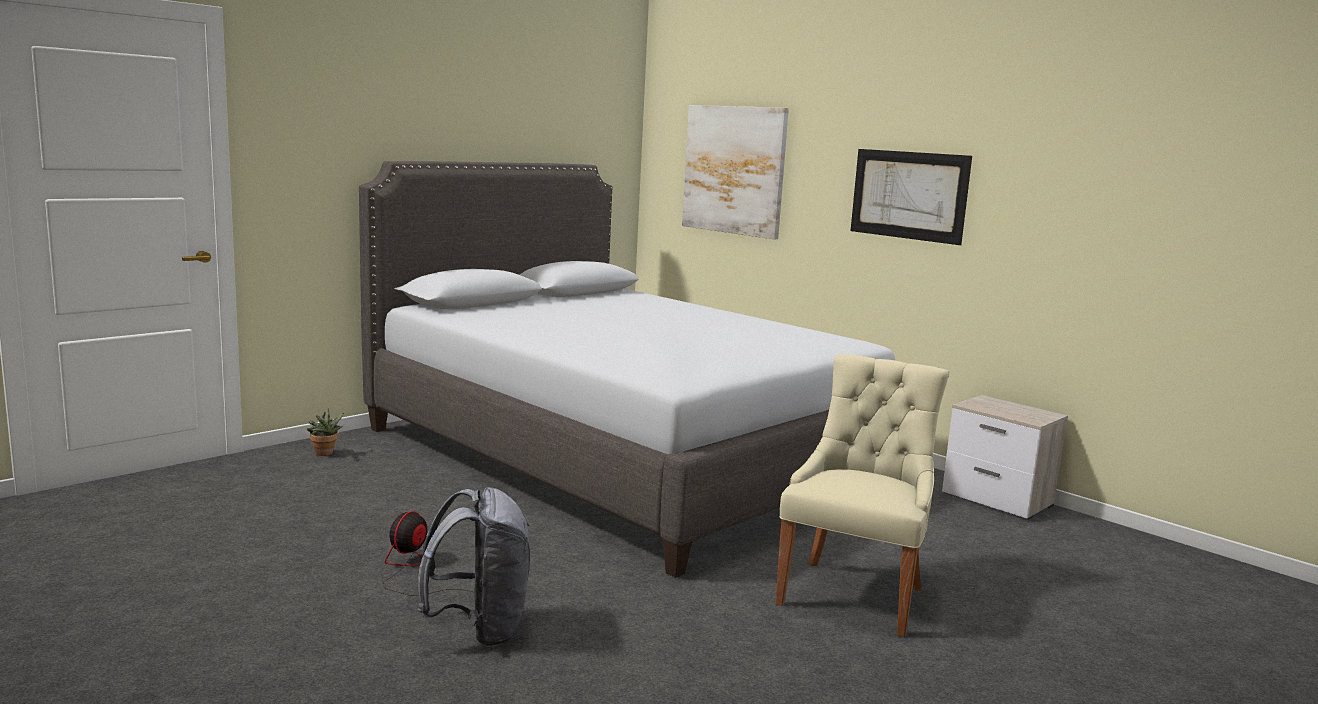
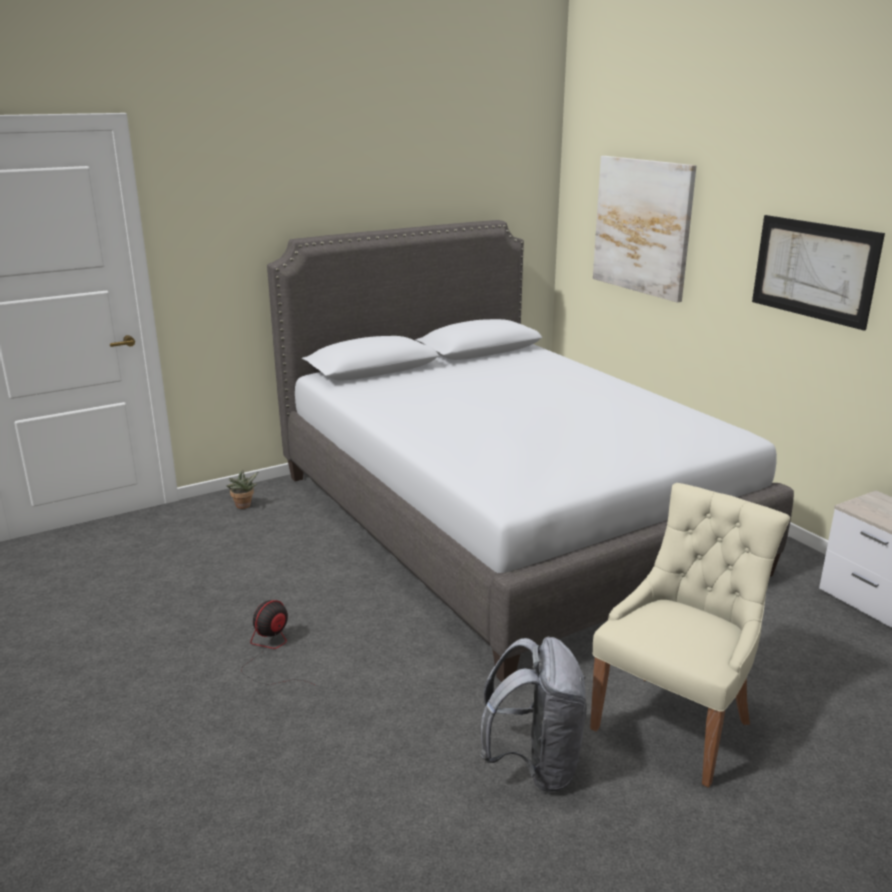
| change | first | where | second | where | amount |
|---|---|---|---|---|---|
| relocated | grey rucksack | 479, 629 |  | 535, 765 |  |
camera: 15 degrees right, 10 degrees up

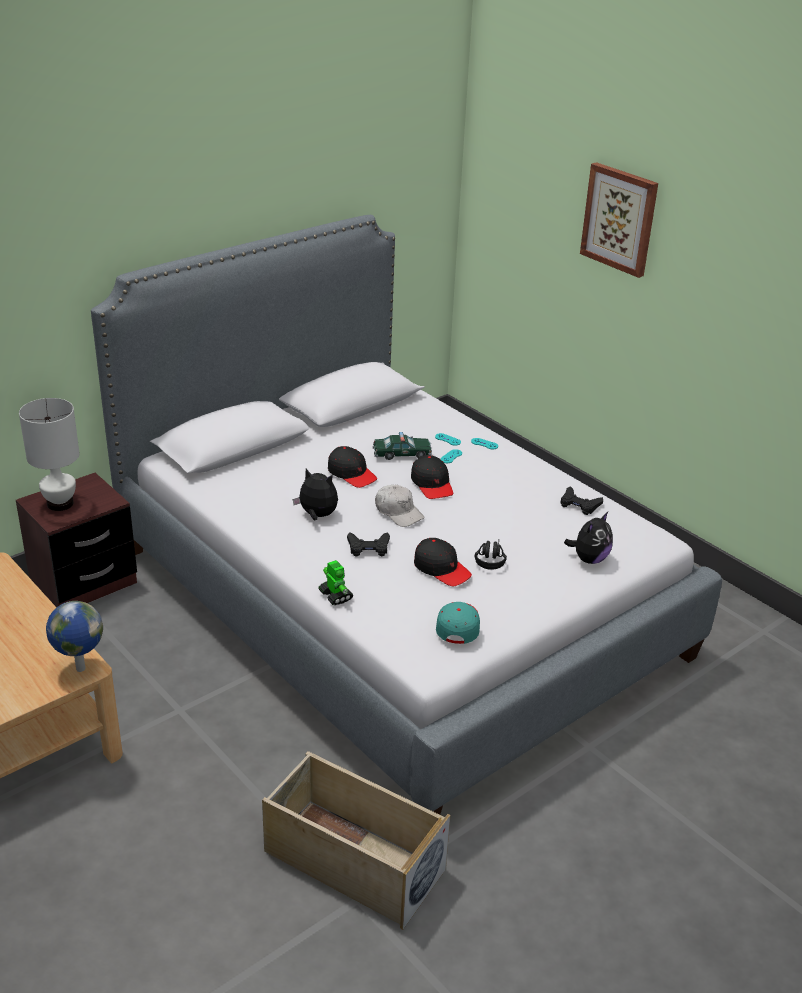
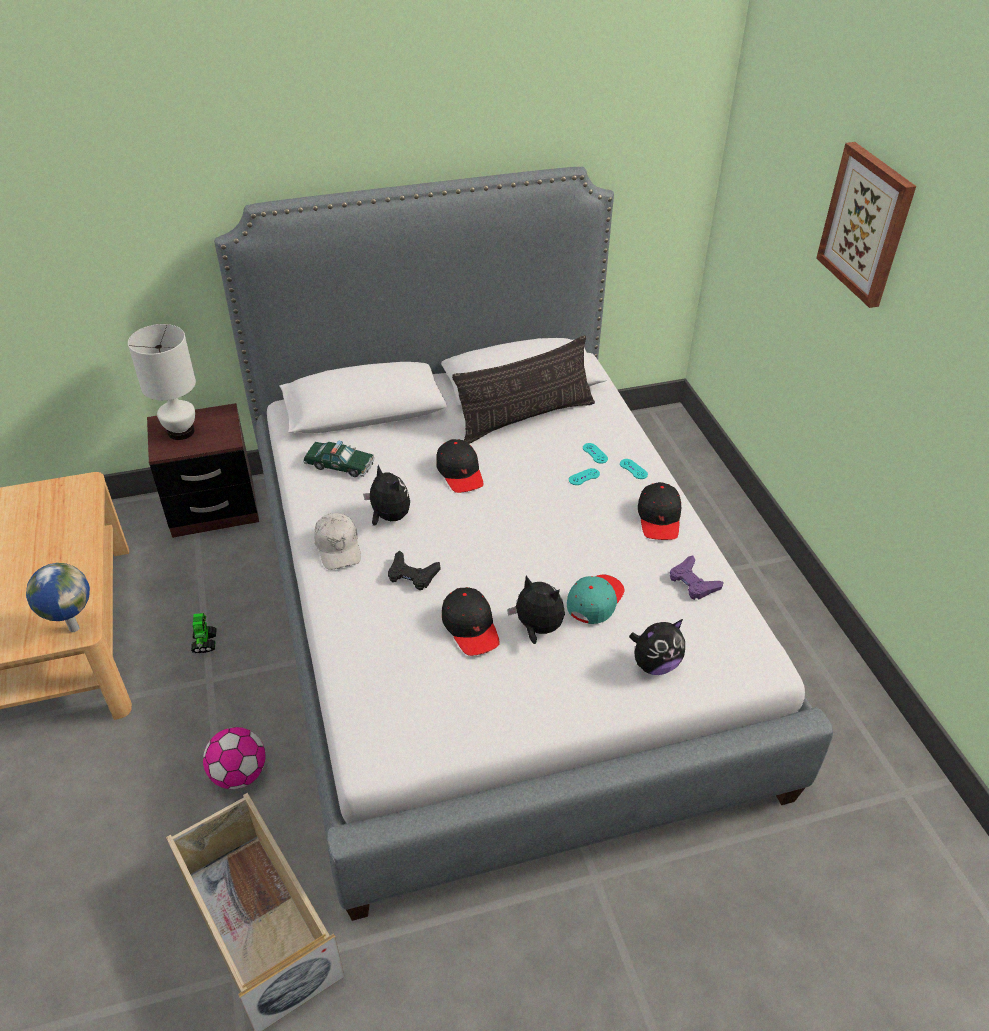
| change | first | where | second | where | amount |
|---|---|---|---|---|---|
| relocated | model robot | 335, 595 |  | 205, 642 |  |
| appeared |  |  | football | 239, 774 |  |
| relocated | toy car | 402, 454 |  | 339, 465 |  |
| relocated | whitish peaked cap | 398, 512 |  | 338, 547 |  |
| appeared |  |  | pillow | 525, 418 |  |
| exchanged | blackish headset | 490, 559 | plush toy | 537, 628 |  |
| relocated | turquoise-coloured peaked cap | 458, 625 |  | 595, 601 |  |
| relocated | blackish peaked cap | 432, 484 |  | 659, 518 |  |
| colour | blackish gamepad | 579, 504 | purplish gamepad | 693, 582 |  |
camera: 25 degrees right, 10 degrees up

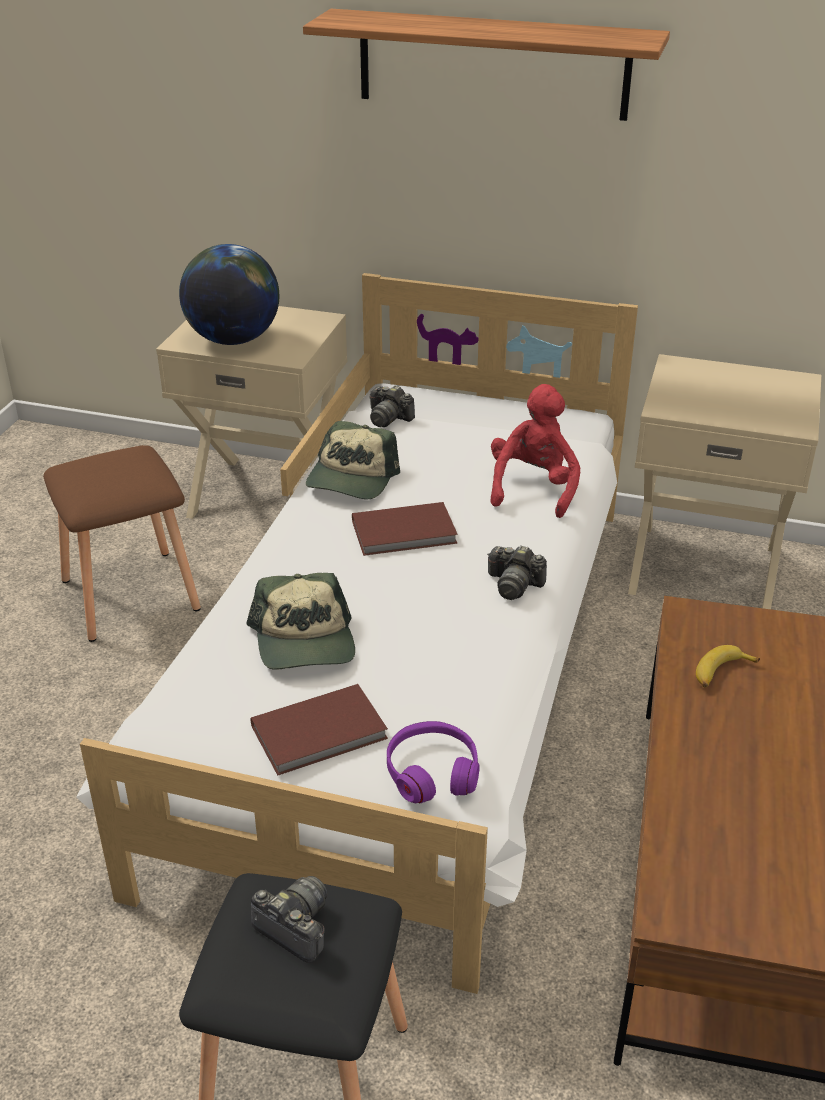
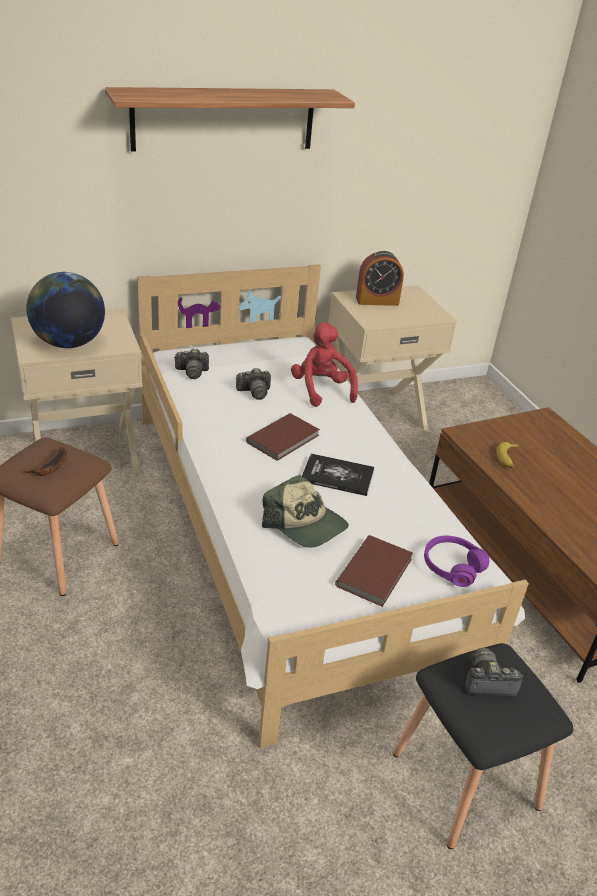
| change | first | where | second | where | amount |
|---|---|---|---|---|---|
| appeared |  |  | whole banana | 50, 468 |  |
| relocated | still camera | 514, 585 |  | 254, 392 |  |
| appeared |  |  | bound book | 337, 476 |  |
| appeared |  |  | bedside clock | 377, 301 |  |
| missing | peaked cap | 351, 479 |  |  |  |
camera: 40 degrees left, 0 degrees up

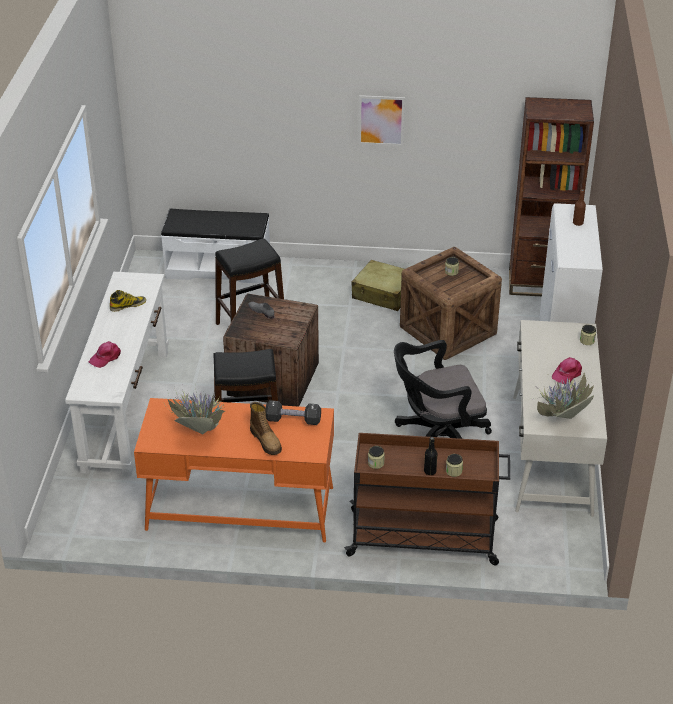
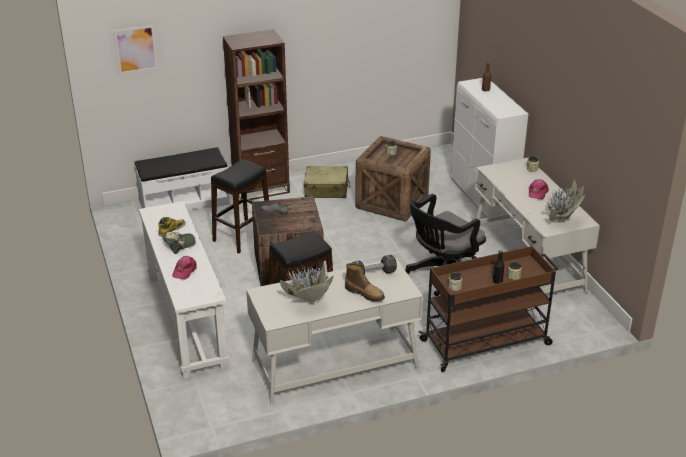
| change | first | where | second | where | amount |
|---|---|---|---|---|---|
| relocated | picture | 381, 120 |  | 136, 49 |  |
| appeared |  |  | peaked cap | 178, 244 |  |
| relocated | brown-coloured shelving unit | 539, 284 |  | 261, 188 |  |
| colour | orangey desk unit | 240, 508 | whitish desk unit | 334, 364 |  |
camera: 25 degrees left, 5 degrees down

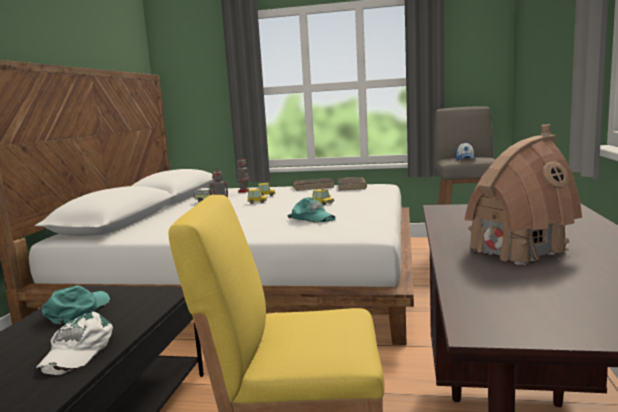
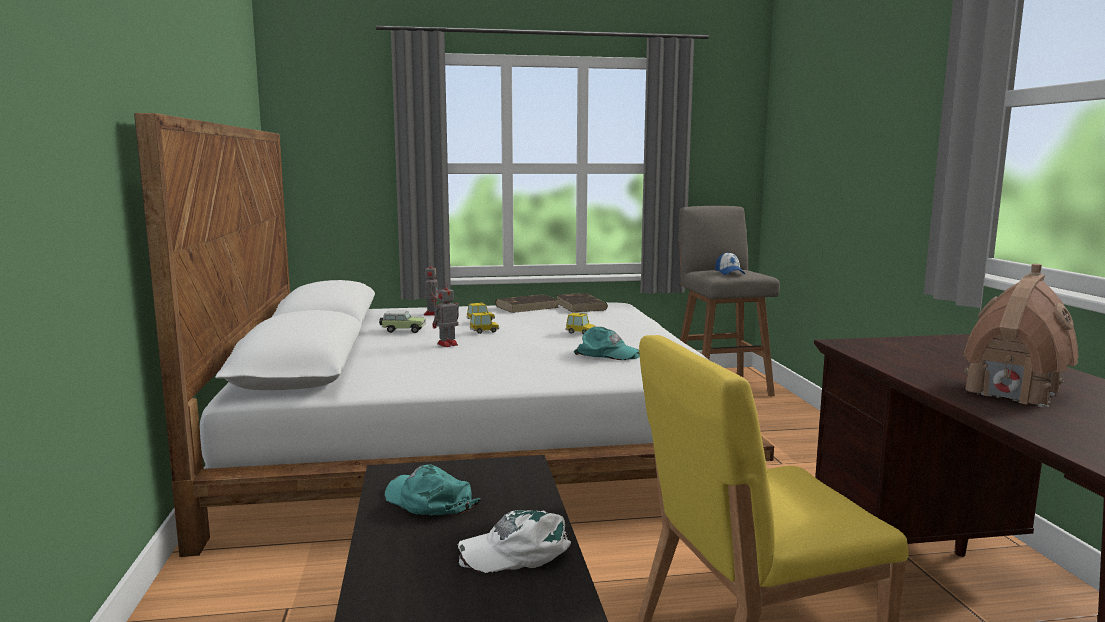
| change | first | where | second | where | amount |
|---|---|---|---|---|---|
| spun | turquoise-coloured peaked cap | 78, 311 |  | 429, 500 | 45 degrees counterclockwise |
| spun | whitish peaked cap | 76, 351 |  | 517, 551 | 90 degrees clockwise |
camera: 20 degrees left, 0 degrees up

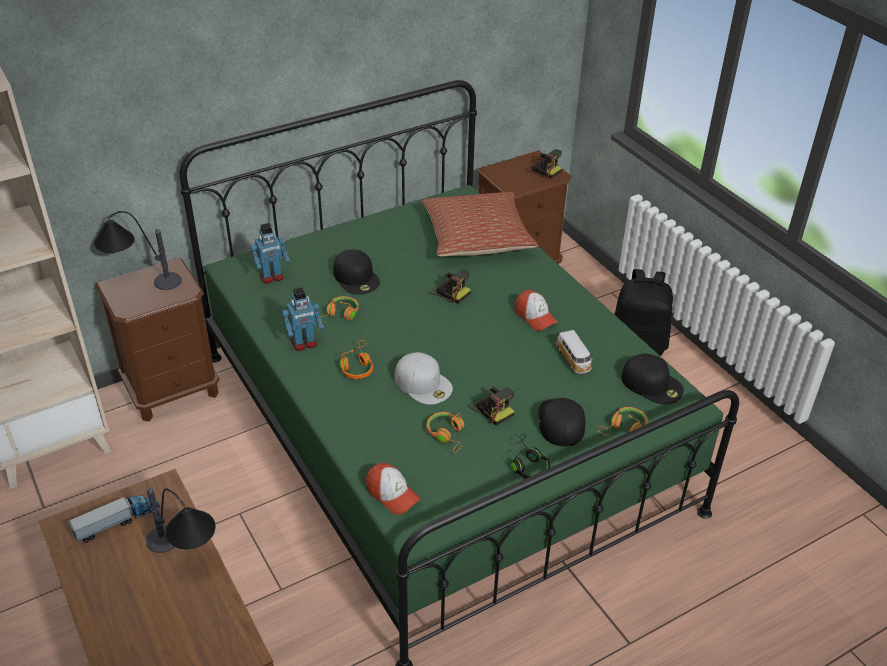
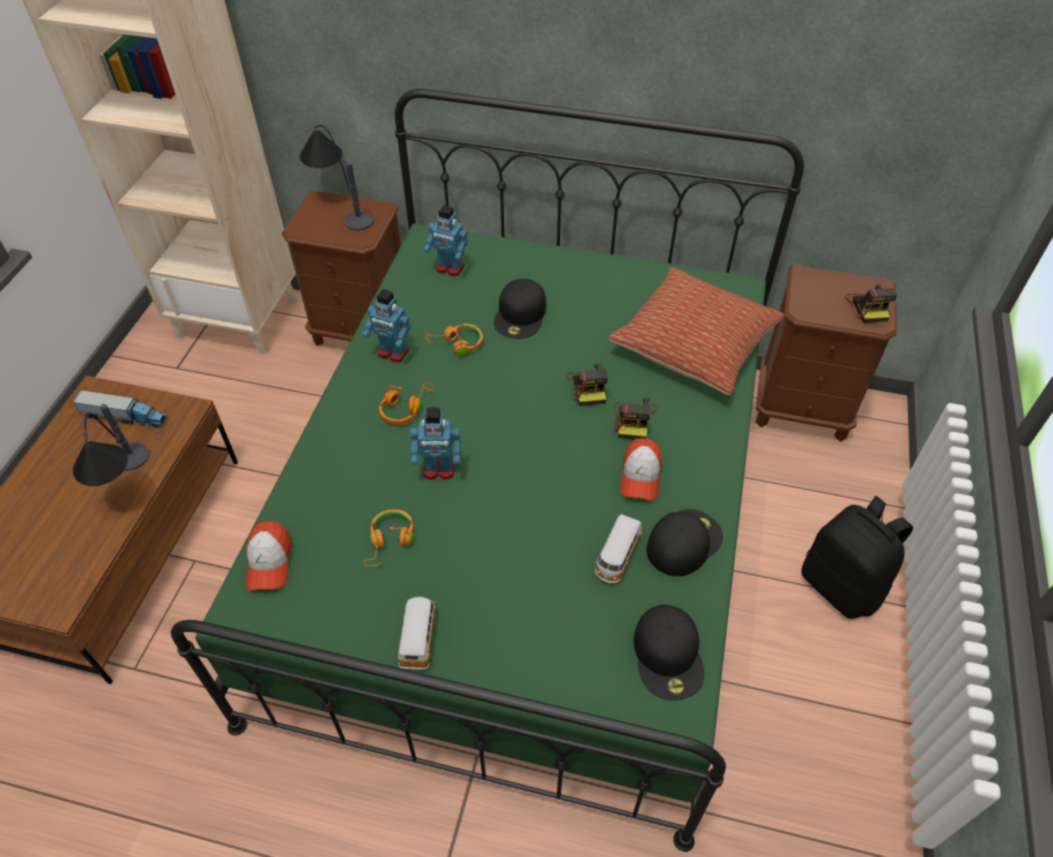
| change | first | where | second | where | amount |
|---|---|---|---|---|---|
| exchanged | blackish headset | 528, 464 | toy car | 418, 637 |  |
| exchanged | whitish peaked cap | 424, 383 | model robot | 439, 469 |  |
| relocated | still camera | 491, 408 |  | 633, 420 |  |
| relocated | blackish peaked cap | 560, 421 |  | 683, 541 |  |
| missing | orangey headset | 624, 428 |  |  |  |
camera: 45 degrees right, 10 degrees up

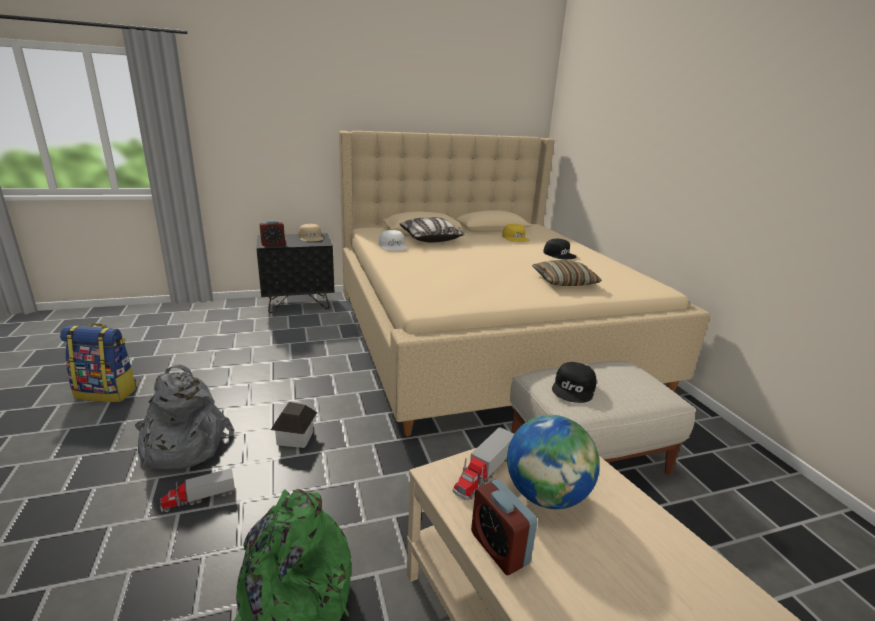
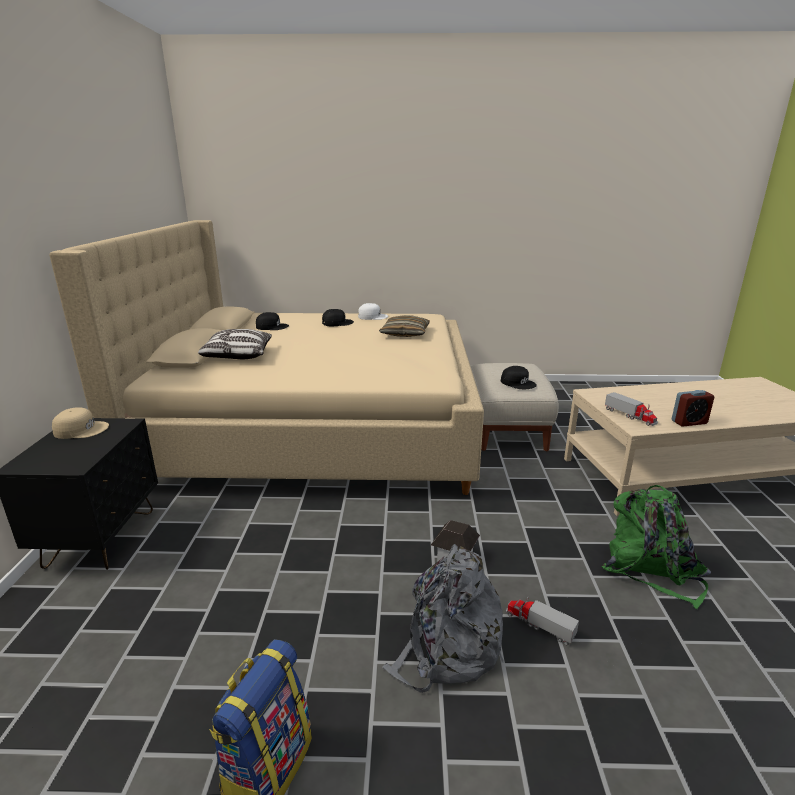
| change | first | where | second | where | amount |
|---|---|---|---|---|---|
| colour | yellowish peaked cap | 515, 238 | blackish peaked cap | 272, 326 |  |
| relocated | whitish peaked cap | 393, 246 |  | 372, 316 |  |
| spun | toy lorry | 199, 498 |  | 539, 625 | 135 degrees clockwise |
| missing | bedside clock | 273, 244 |  |  |  |
| missing | globe | 546, 495 |  |  |  |
camera: 70 degrees left, 0 degrees up

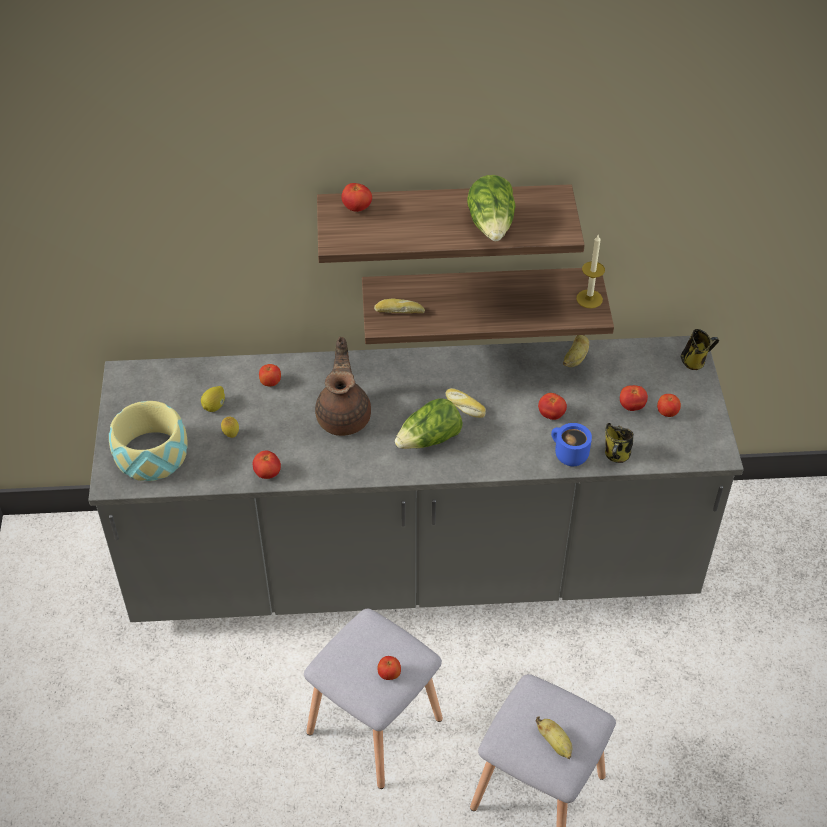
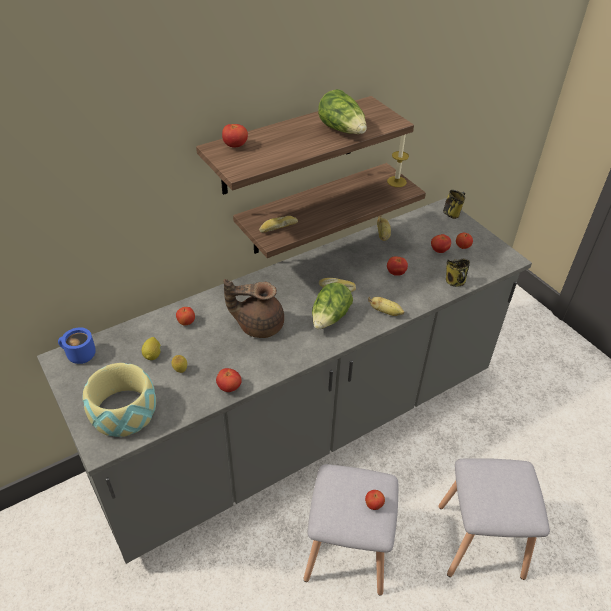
| change | first | where | second | where | amount |
|---|---|---|---|---|---|
| relocated | bluish tea mug | 568, 455 |  | 79, 356 |  |
| spun | brown-coloured tea pot | 344, 416 |  | 258, 325 | 60 degrees counterclockwise |
| relocated | whole banana | 555, 743 |  | 386, 312 |  |
camera: 30 degrees left, 5 degrees down

